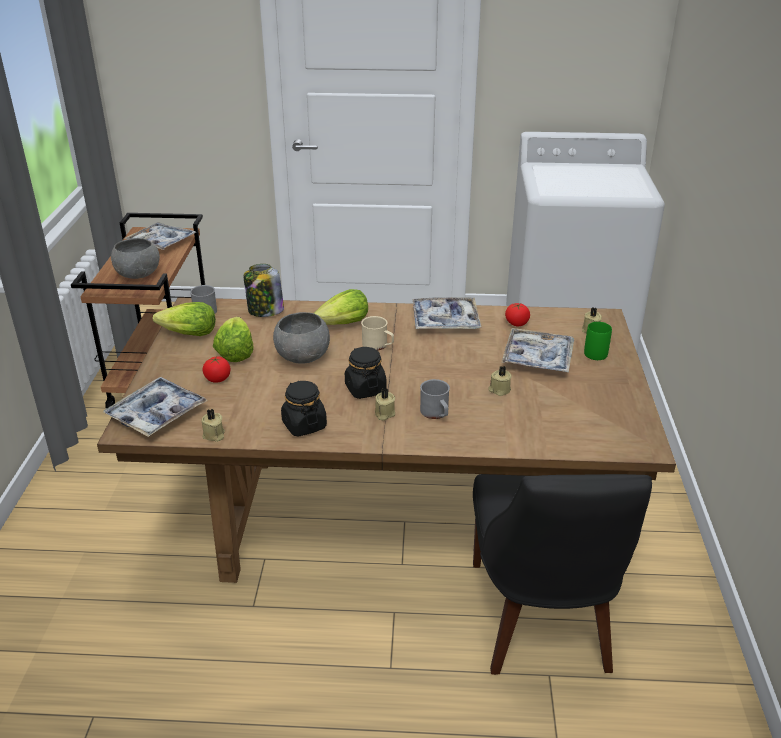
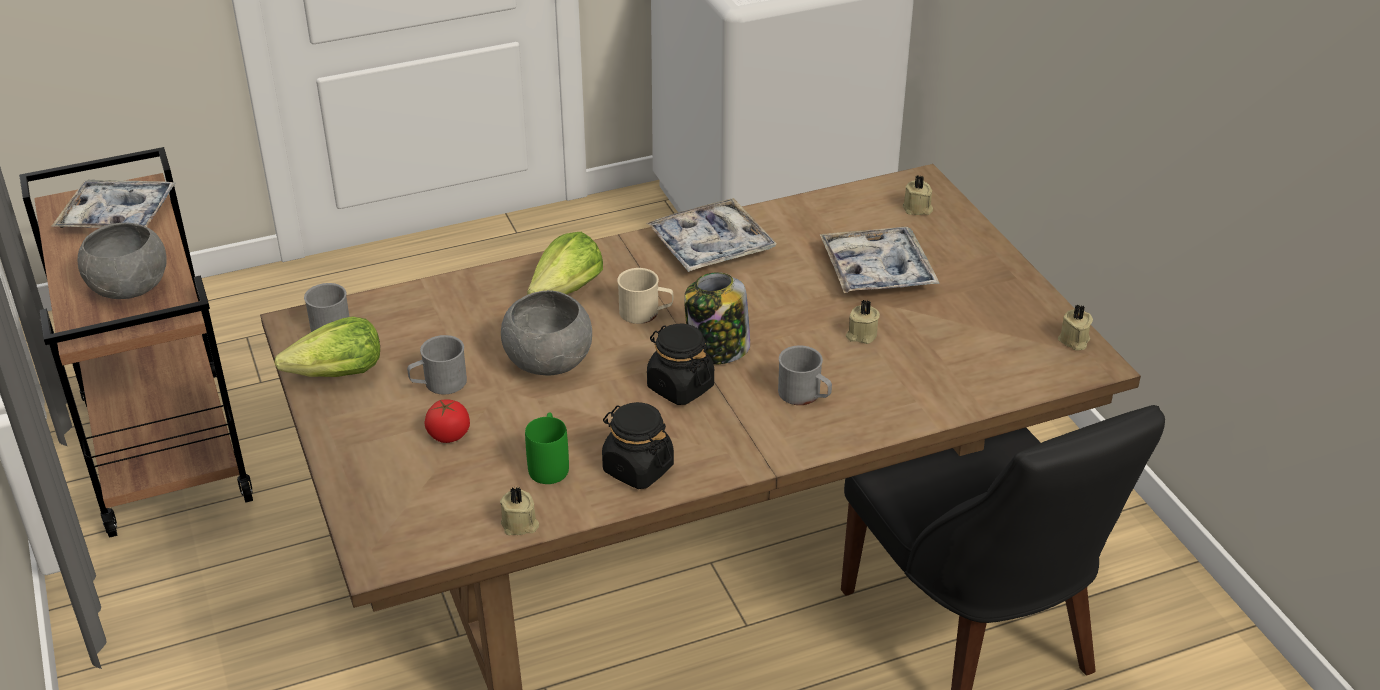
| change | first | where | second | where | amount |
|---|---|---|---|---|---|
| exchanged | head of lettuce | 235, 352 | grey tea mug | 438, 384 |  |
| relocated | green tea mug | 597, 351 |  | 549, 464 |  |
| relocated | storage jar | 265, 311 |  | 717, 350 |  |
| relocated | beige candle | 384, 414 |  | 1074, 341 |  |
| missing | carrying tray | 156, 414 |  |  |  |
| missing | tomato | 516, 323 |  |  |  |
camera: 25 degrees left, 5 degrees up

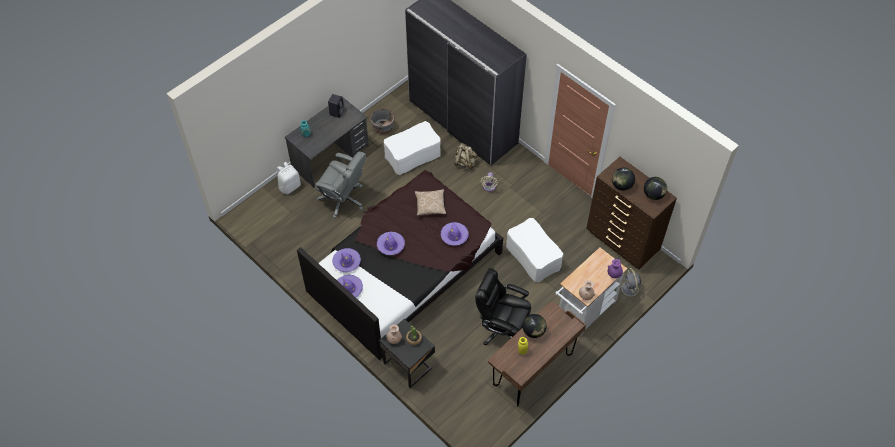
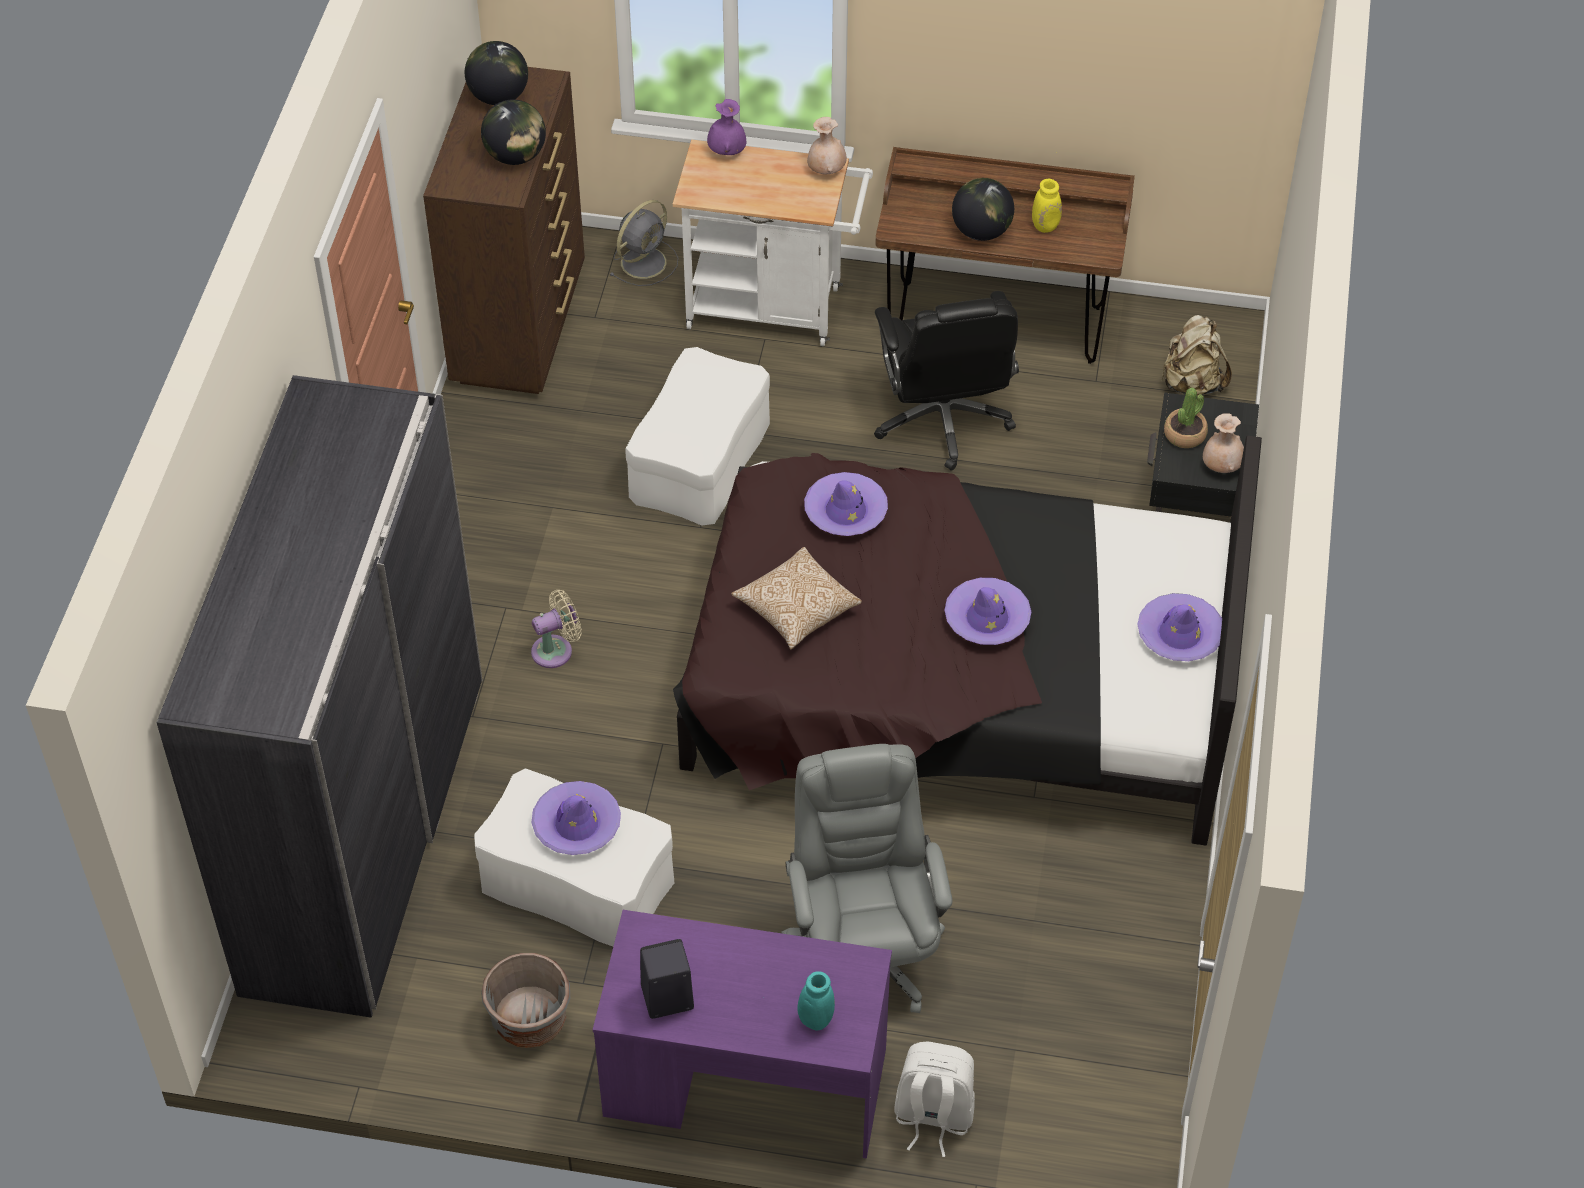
| change | first | where | second | where | amount |
|---|---|---|---|---|---|
| relocated | purplish clothing hat | 346, 262 |  | 576, 824 |  |
| colour | grey desk unit | 330, 157 | purplish desk unit | 745, 1082 |  |
| relocated | beige rucksack | 465, 163 |  | 1192, 383 |  |
camera: 125 degrees left, 5 degrees down

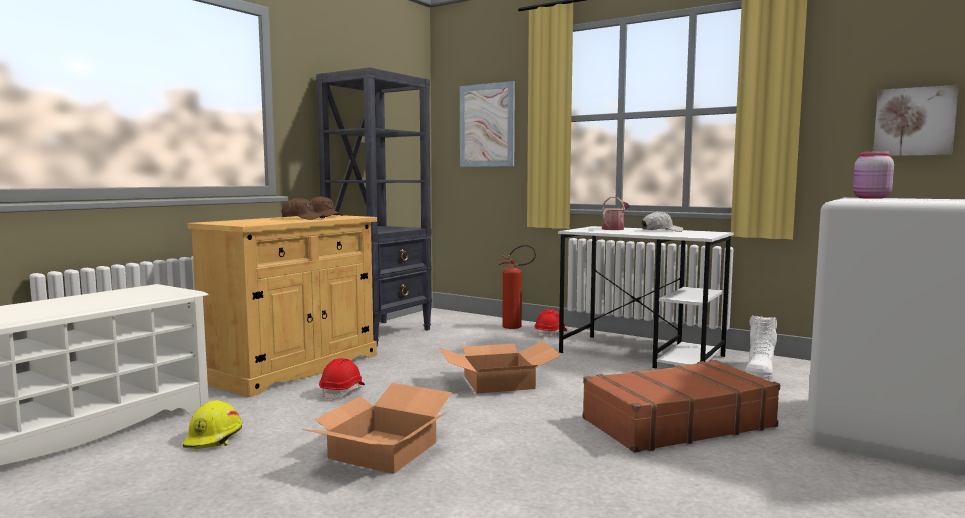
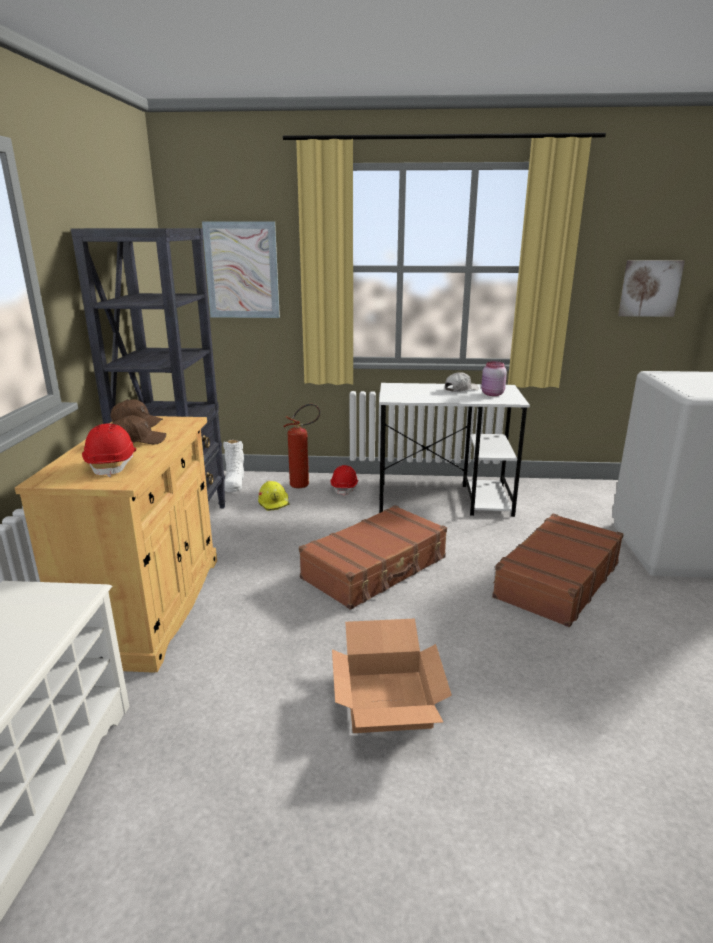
| change | first | where | second | where | amount |
|---|---|---|---|---|---|
| relocated | red-coloured hard hat | 343, 392 |  | 113, 465 |  |
| relocated | whitish tall boot | 760, 370 |  | 234, 482 |  |
| relocated | yellowish hard hat | 214, 438 |  | 274, 503 |  |
| exchanged | carton | 499, 381 | brown-coloured piece of luggage | 376, 568 |  |
| relocated | pink-coloured storage jar | 870, 198 |  | 492, 394 |  |
| missing | sprinkling can | 614, 229 |  |  |  |
camera: 30 degrees left, 15 degrees up

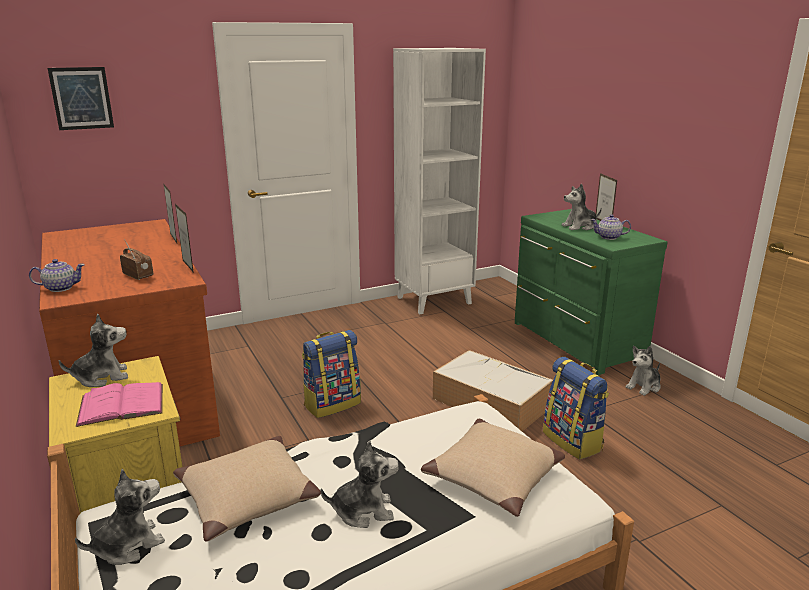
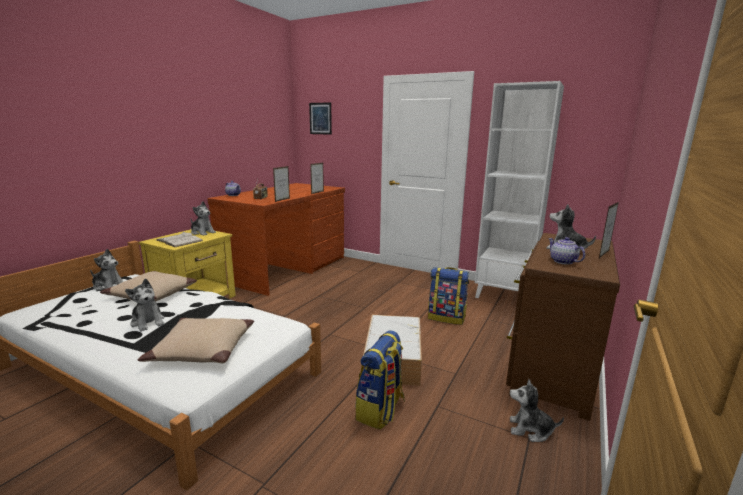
| change | first | where | second | where | amount |
|---|---|---|---|---|---|
| colour | pink-coloured bound book | 121, 404 | whitish bound book | 179, 240 |  |
| relocated | rucksack | 332, 404 |  | 447, 317 |  |
| colour | green dresser | 575, 342 | brown-coloured dresser | 549, 368 |  |
camera: 55 degrees right, 5 degrees down

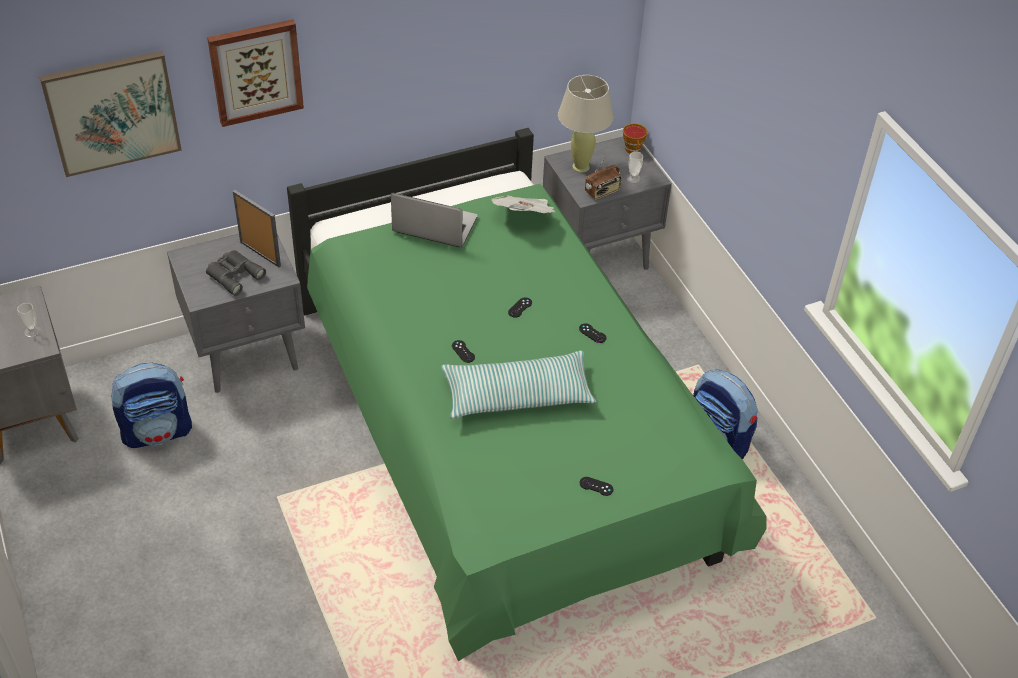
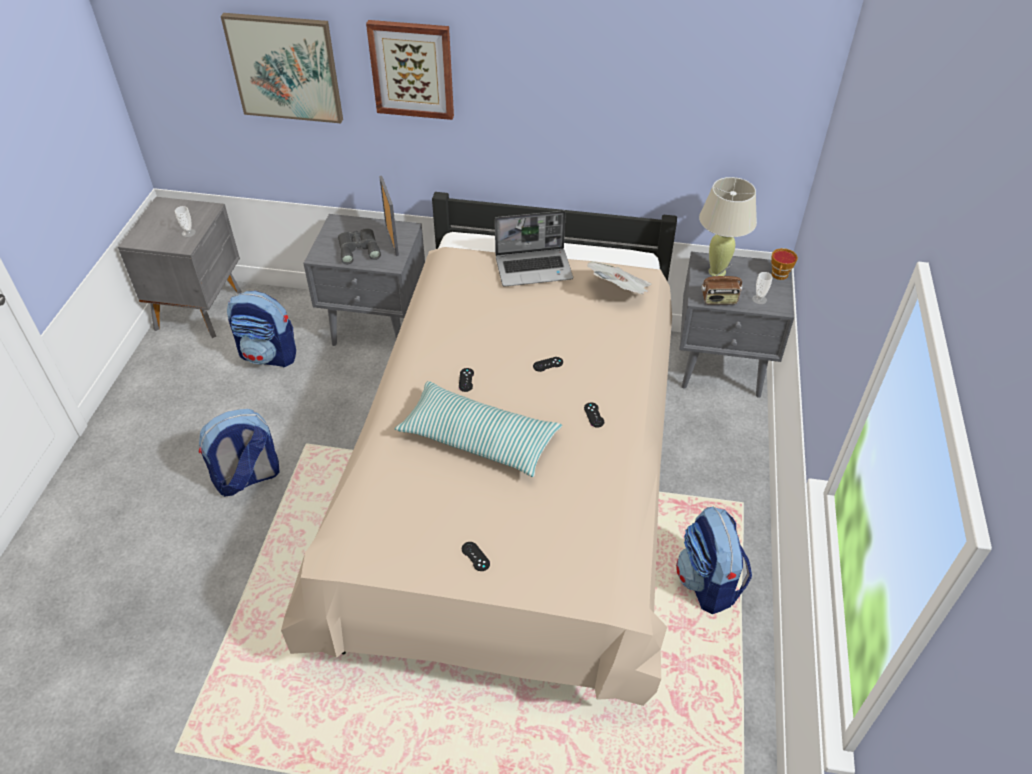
| change | first | where | second | where | amount |
|---|---|---|---|---|---|
| appeared |  |  | rucksack | 247, 478 |  |
| colour | green bedroom bed | 503, 439 | beige bedroom bed | 514, 484 |  |
| spun | notebook computer | 433, 226 |  | 534, 268 | 120 degrees clockwise |
camera: 35 degrees right, 0 degrees up

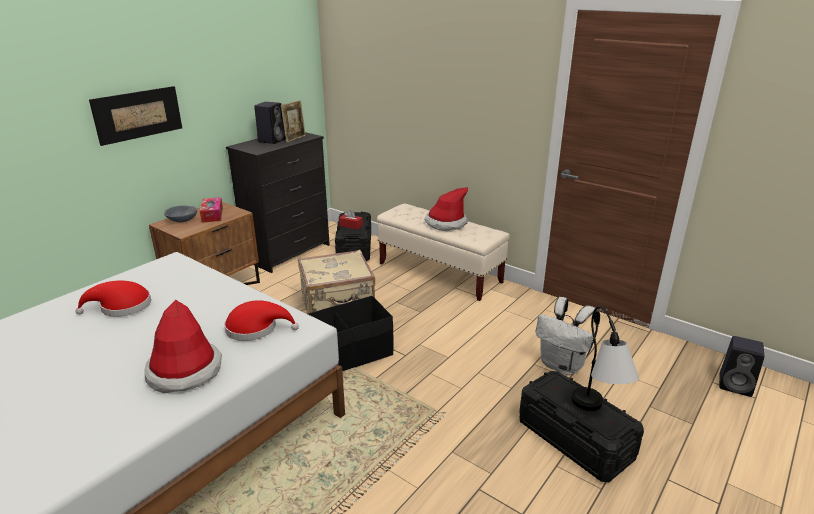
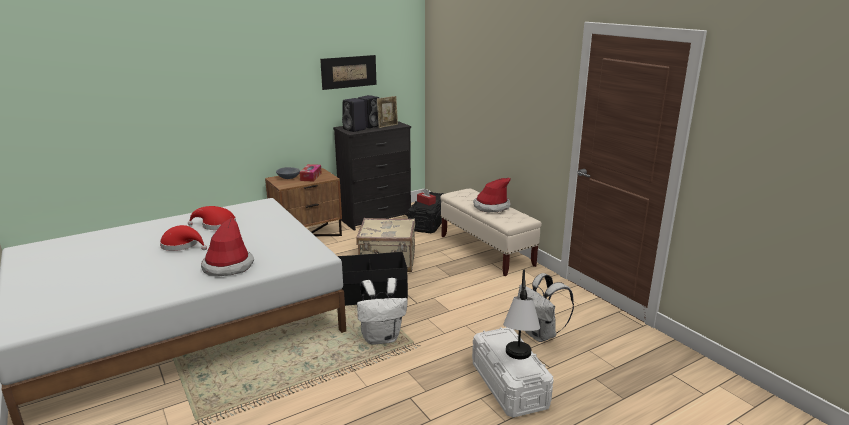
| change | first | where | second | where | amount |
|---|---|---|---|---|---|
| relocated | red-coloured clothing hat | 256, 328 |  | 182, 245 |  |
| relocated | picture | 138, 114 |  | 349, 72 |  |
| relocated | blackish speaker | 736, 385 |  | 355, 129 |  |
| appeared |  |  | whitish rucksack | 381, 338 |  |
| colour | blackish storage bin | 574, 439 | whitish storage bin | 509, 385 |  |
camera: 20 degrees right, 5 degrees down

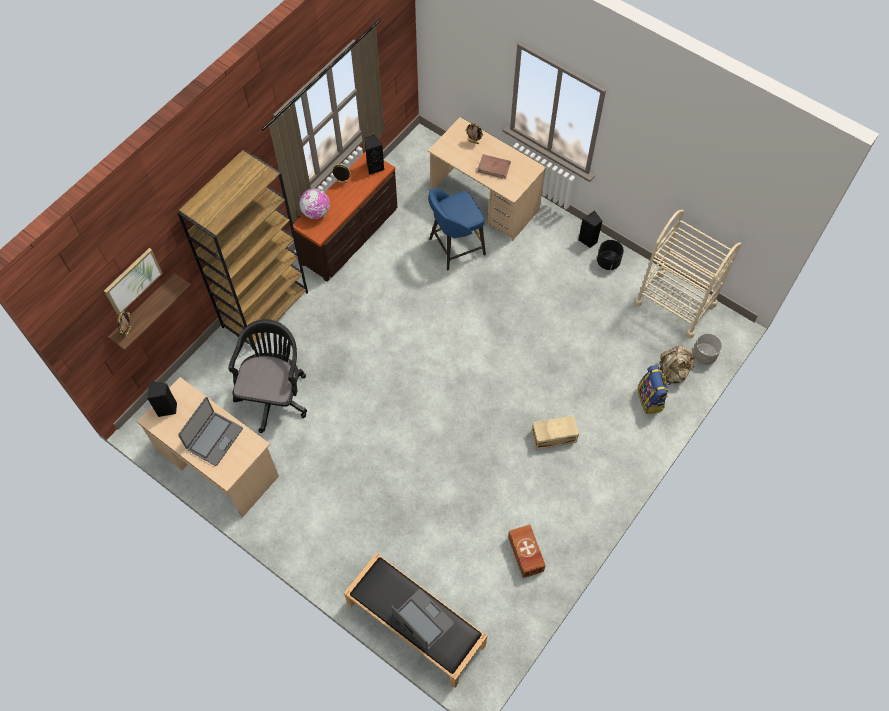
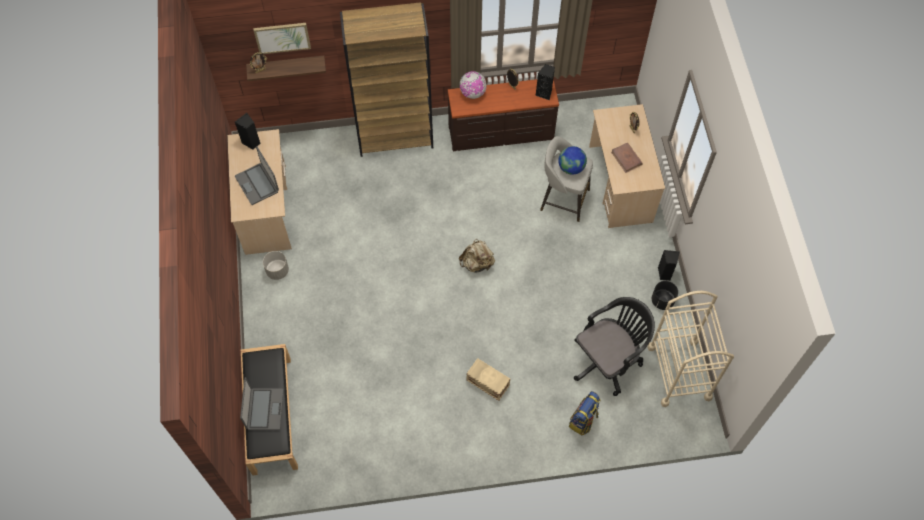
| change | first | where | second | where | amount |
|---|---|---|---|---|---|
| spun | notebook computer | 214, 438 |  | 257, 184 | 75 degrees clockwise |
| relocated | grey plant pot | 704, 355 |  | 277, 271 |  |
| relocated | beige rucksack | 673, 372 |  | 477, 263 |  |
| colour | bluish sitting stool | 455, 247 | grey sitting stool | 563, 199 |  |
| appeared |  |  | globe | 571, 168 |  |
| relocated | blackish desk chair | 274, 394 |  | 608, 360 |  |
| missing | brown-coloured storage bin | 525, 555 |  |  |  |
camera: 45 degrees right, 0 degrees up

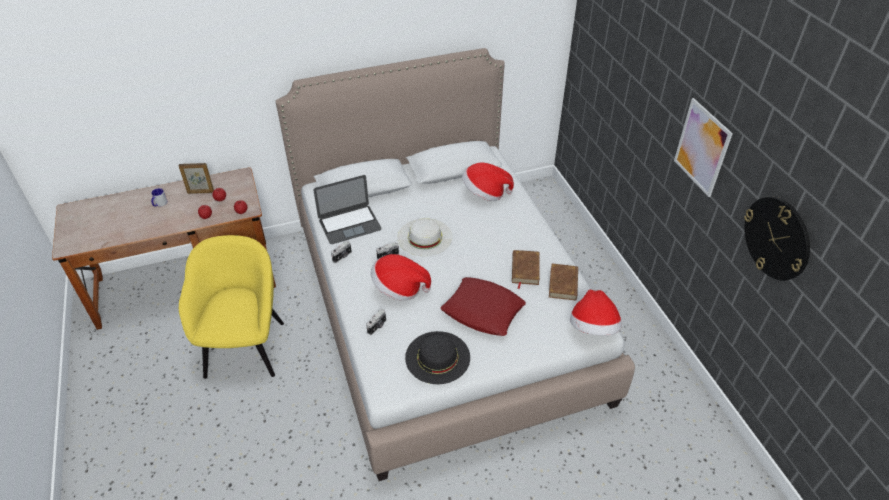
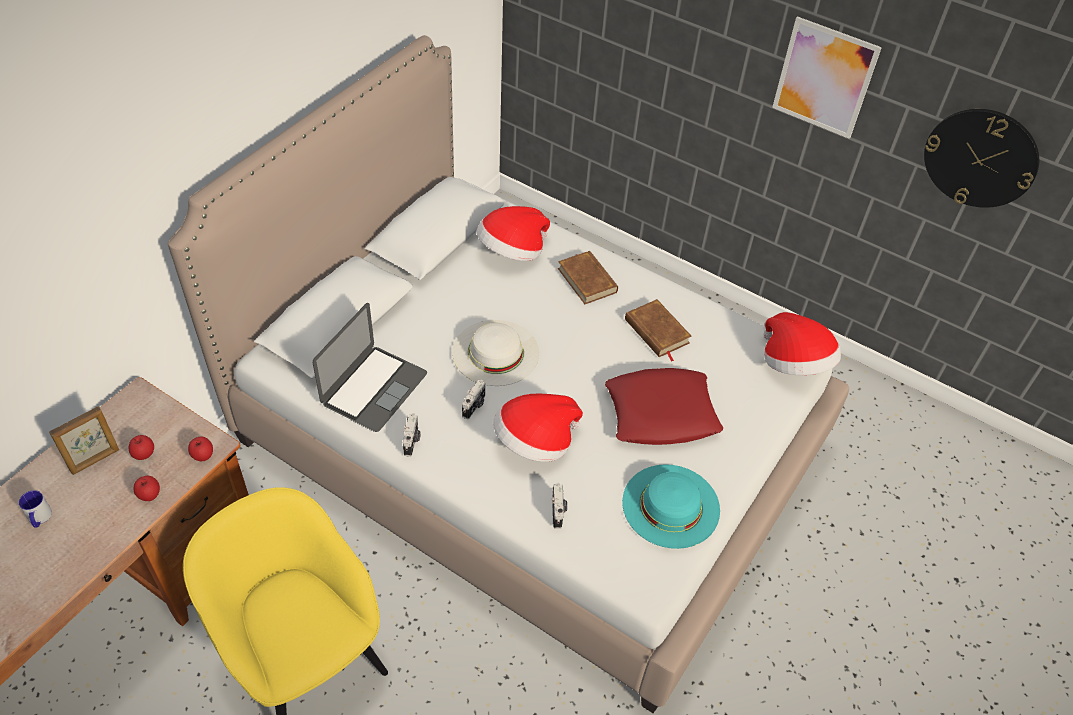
| change | first | where | second | where | amount |
|---|---|---|---|---|---|
| relocated | brown-coloured bound book | 563, 284 |  | 587, 280 |  |
| colour | blackish clothing hat | 437, 357 | turquoise-coloured clothing hat | 670, 505 |  |
camera: 40 degrees left, 5 degrees up

